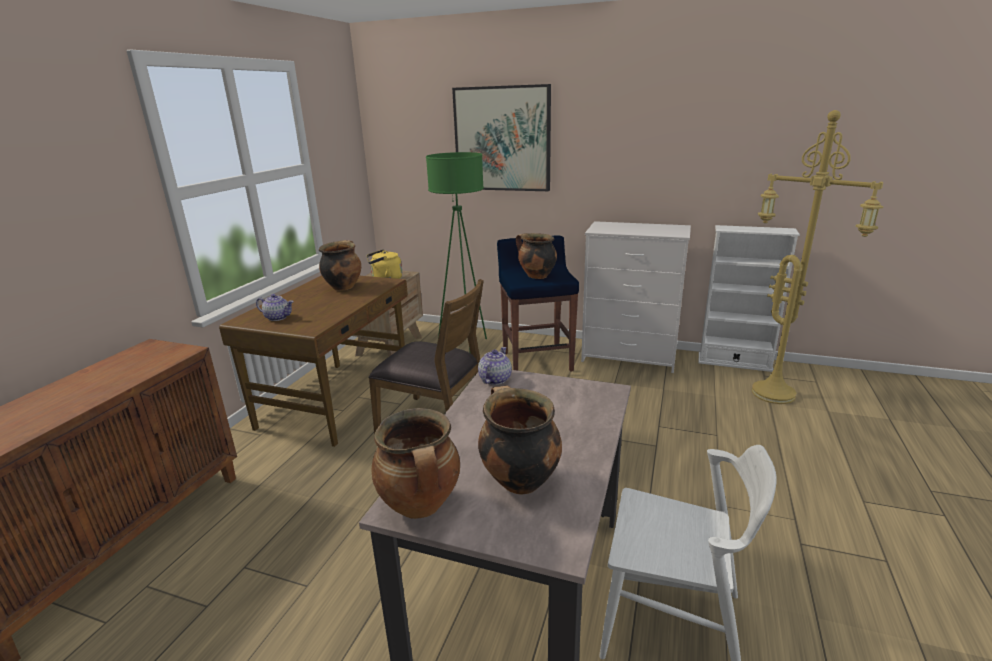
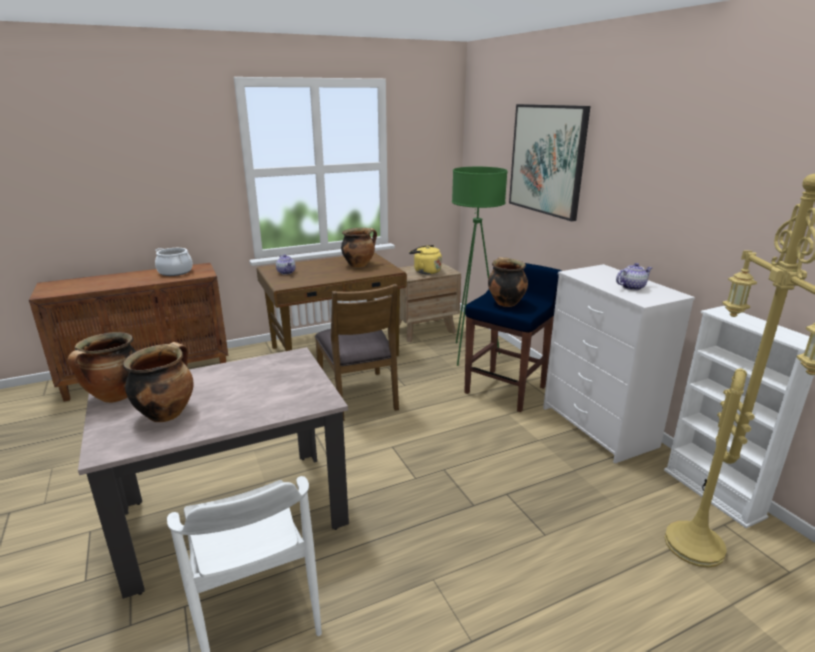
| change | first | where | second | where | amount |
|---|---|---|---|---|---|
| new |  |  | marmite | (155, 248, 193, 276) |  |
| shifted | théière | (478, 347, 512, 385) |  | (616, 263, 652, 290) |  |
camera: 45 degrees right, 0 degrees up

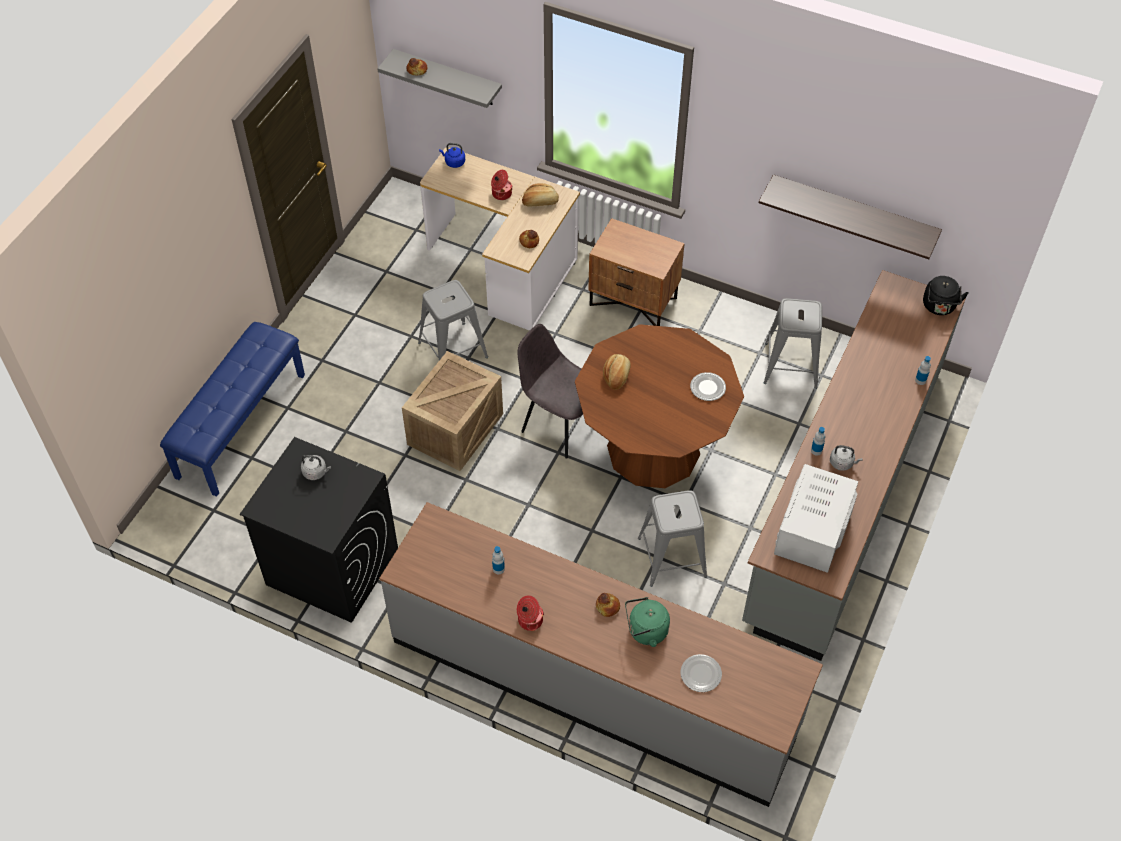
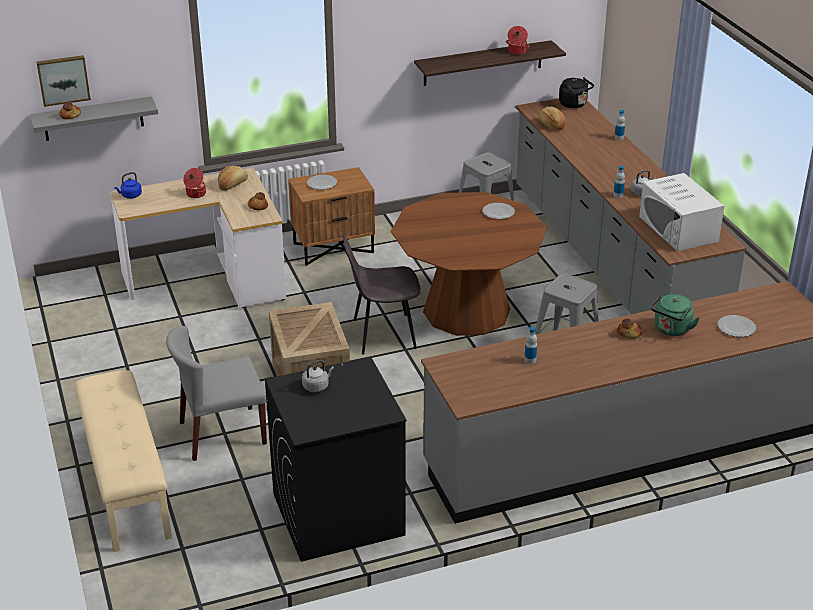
| change | first | where | second | where | amount |
|---|---|---|---|---|---|
| gone | tabouret [gris] | (418, 280, 488, 360) |  |  |  |
| new |  |  | tableau | (36, 55, 91, 107) |  |
| new |  |  | chaise [gris] | (166, 326, 267, 461) |  |
| new |  |  | assiette | (307, 175, 337, 190) |  |
| shifted | marmite | (517, 595, 544, 631) |  | (506, 26, 529, 55) |  |
| shifted | pain | (603, 354, 631, 390) |  | (539, 107, 566, 130) |  |
| repainted | banc [bleu] | (160, 322, 305, 497) | banc [beige] | (74, 370, 172, 552) |  |
camera: 45 degrees left, 20 degrees down

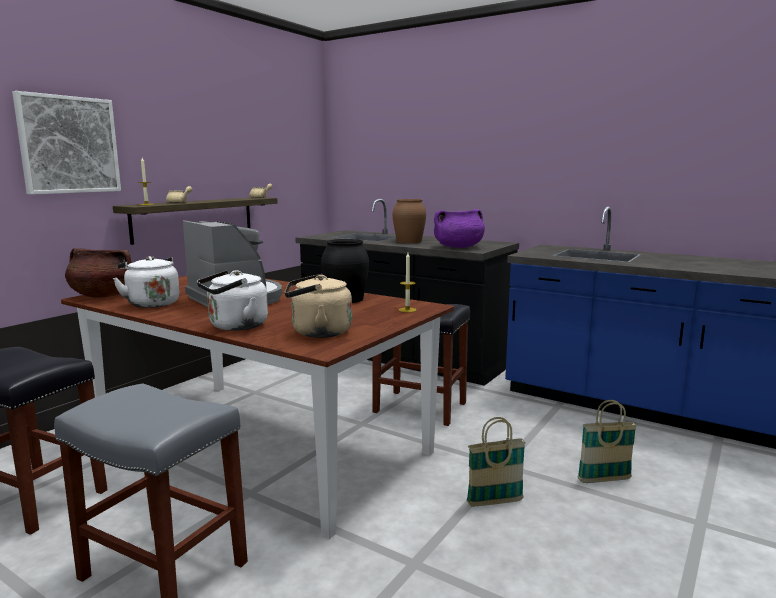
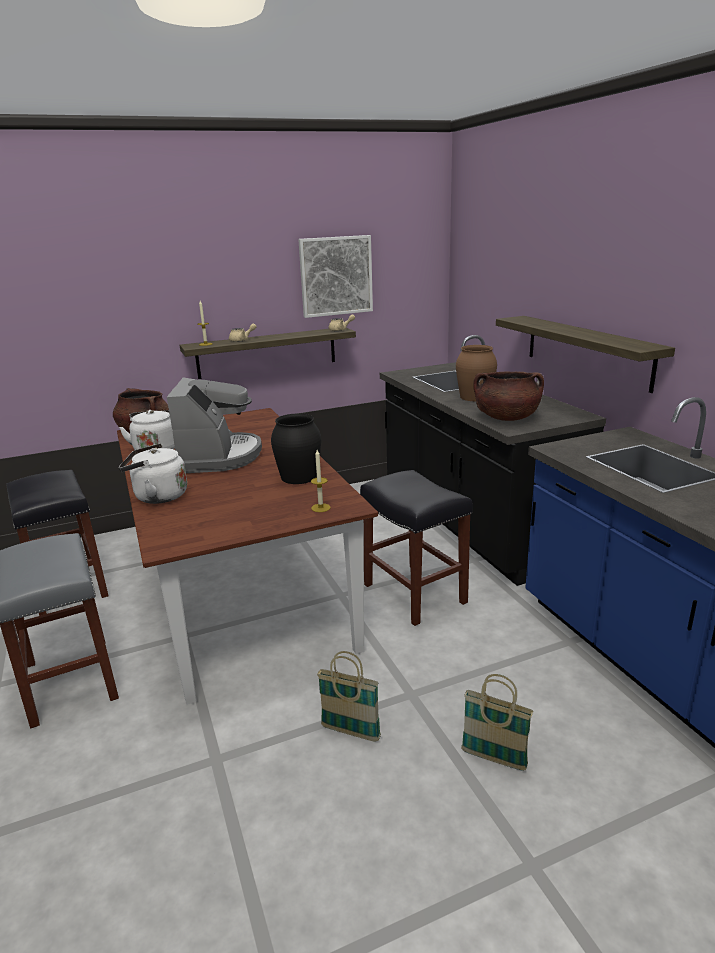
| change | first | where | second | where | amount |
|---|---|---|---|---|---|
| gone | bouilloire [beige] | (285, 274, 352, 338) |  |  |  |
| new |  |  | étagère | (496, 316, 675, 393) |  |
| shifted | tableau | (12, 91, 121, 195) |  | (298, 235, 373, 318) |  |
| repainted | marmite [violet] | (434, 209, 485, 248) | marmite [marron] | (473, 371, 544, 421) |  |
camera: 35 degrees right, 10 degrees up

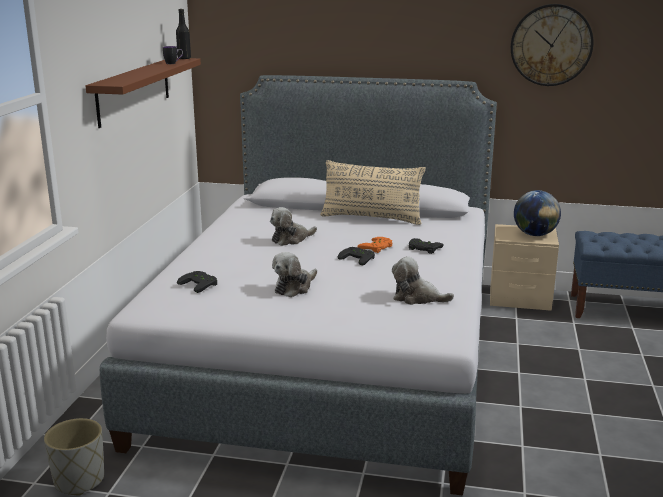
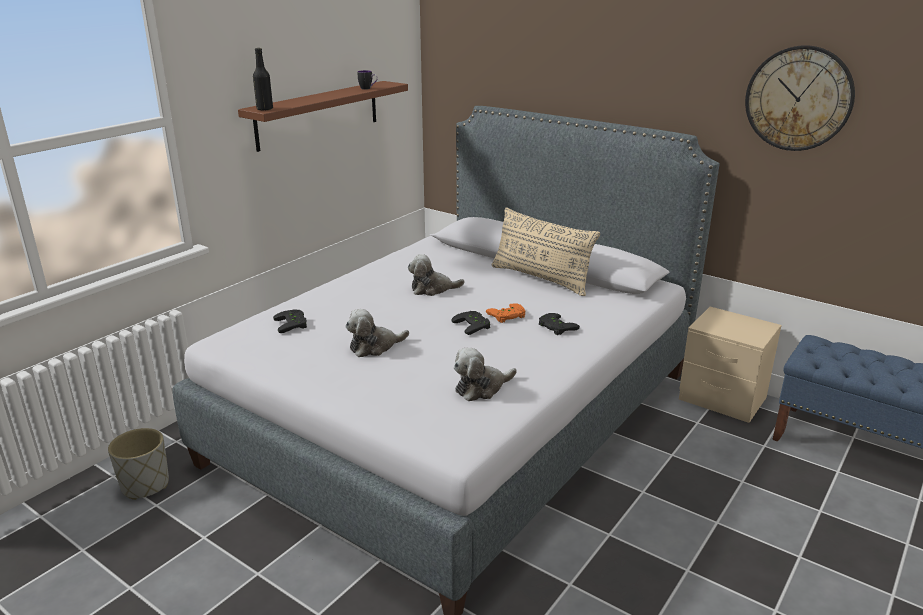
| change | first | where | second | where | amount |
|---|---|---|---|---|---|
| gone | globe | (514, 190, 561, 236) |  |  |  |
| shifted | bouteille [noir] | (176, 9, 191, 59) |  | (253, 48, 273, 111) |  |
| rotated | peluche | (392, 256, 454, 305) |  | (453, 348, 517, 401) | 75 degrees counterclockwise |
camera: 25 degrees right, 5 degrees up

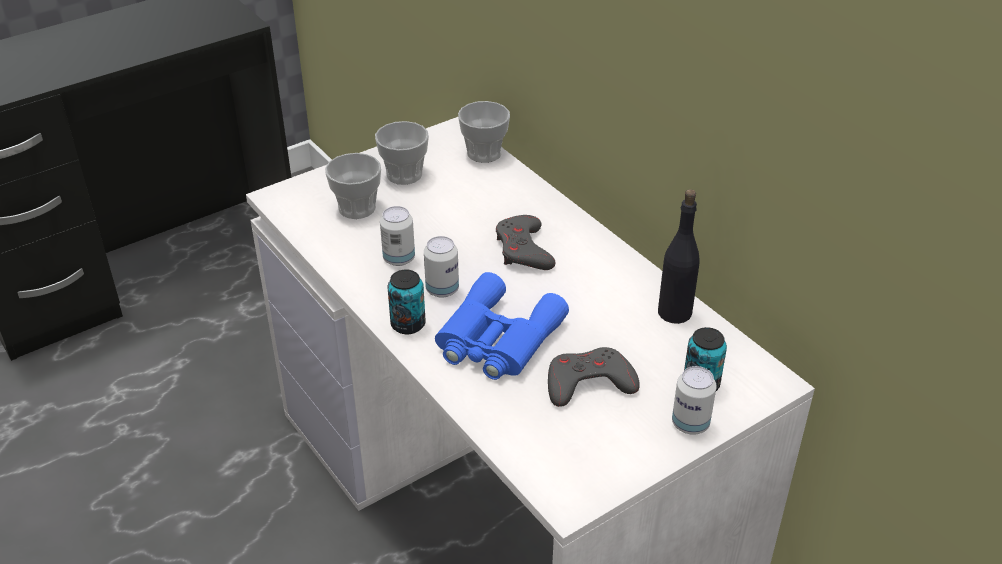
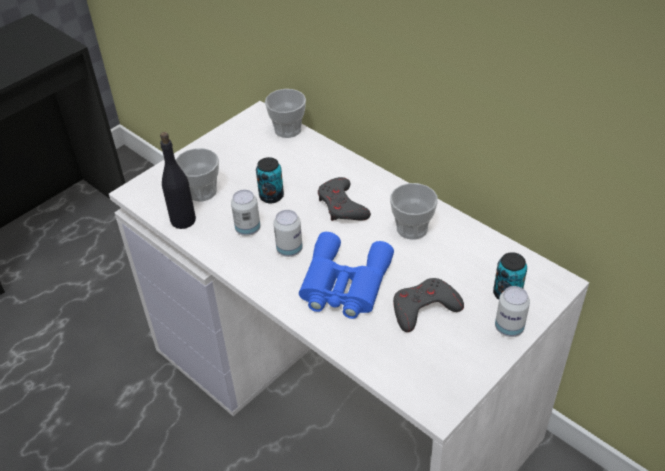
| change | first | where | second | where | amount |
|---|---|---|---|---|---|
| shifted | tasse | (375, 121, 429, 185) |  | (390, 183, 438, 240) |  |
| shifted | boîte métallique | (387, 270, 426, 334) |  | (256, 157, 284, 204) |  |
| shifted | bouteille [noir] | (658, 189, 699, 324) |  | (160, 132, 196, 229) |  |
camera: 10 degrees left, 5 degrees up

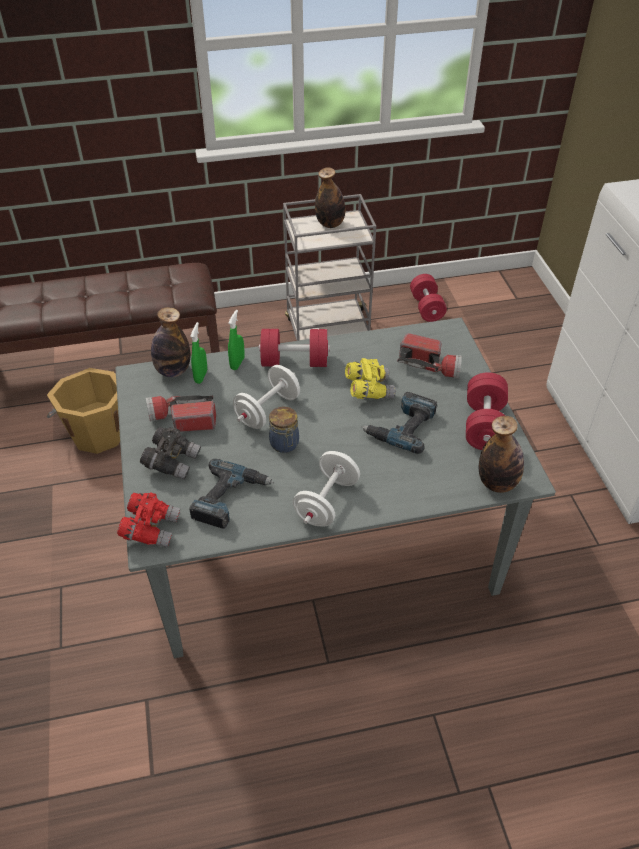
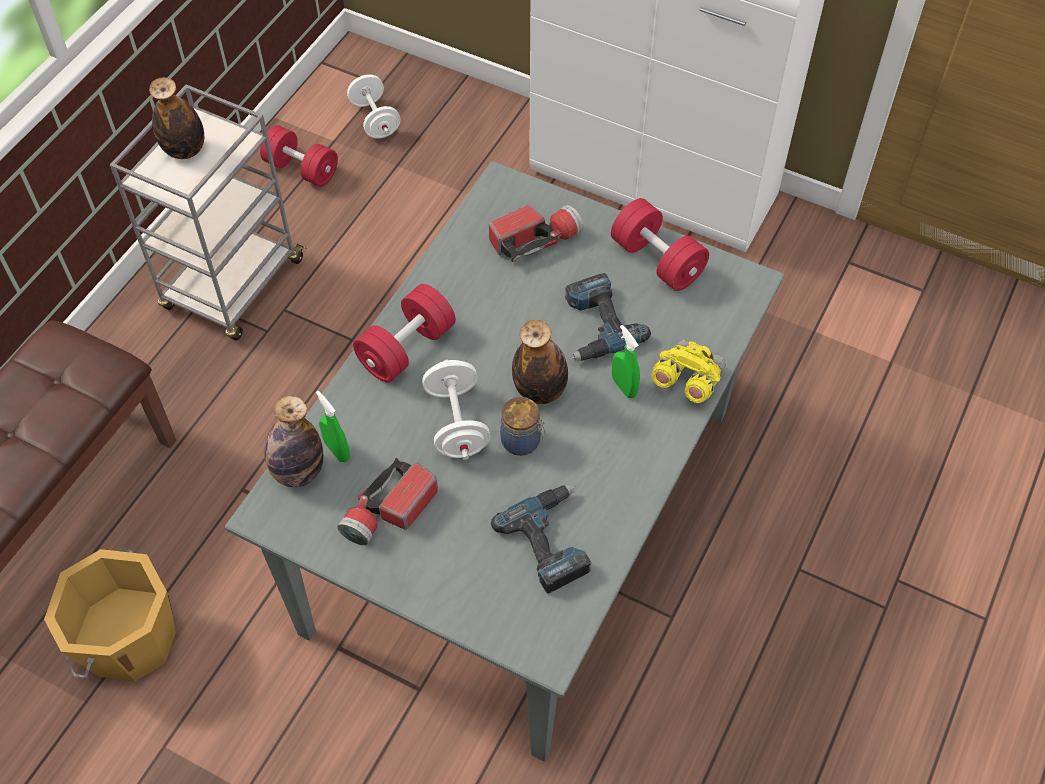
| change | first | where | second | where | amount |
|---|---|---|---|---|---|
| gone | jumelles [rouge] | (117, 492, 180, 548) |  |  |  |
| gone | jumelles [gris] | (140, 427, 201, 480) |  |  |  |
| shifted | vaporisateur [vert] | (228, 310, 245, 370) |  | (612, 325, 640, 398) |  |
| shifted | haltère [blanc] | (293, 451, 360, 527) |  | (347, 74, 401, 139) |  |
| shifted | jumelles [jaune] | (345, 358, 396, 399) |  | (652, 340, 726, 403) |  |
| shifted | bouteille | (479, 416, 524, 493) |  | (512, 319, 568, 404) |  |
camera: 50 degrees left, 10 degrees up

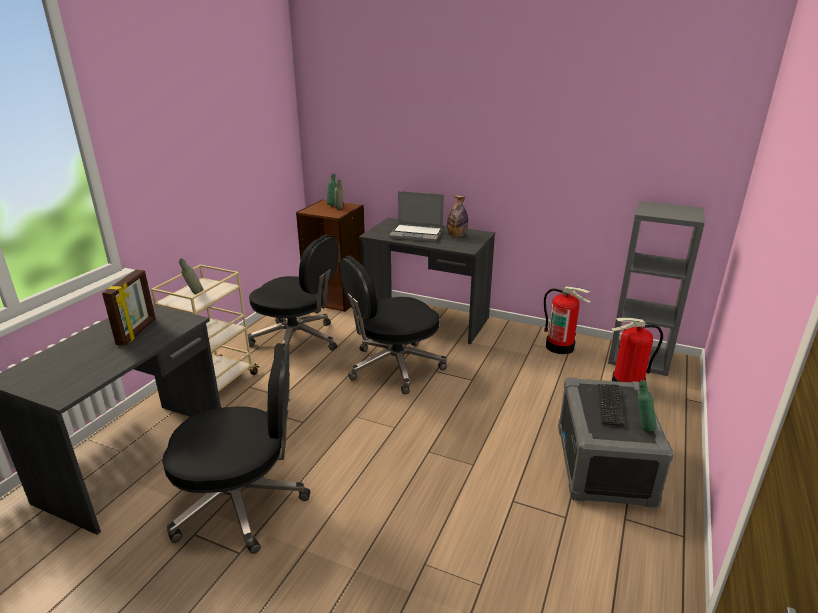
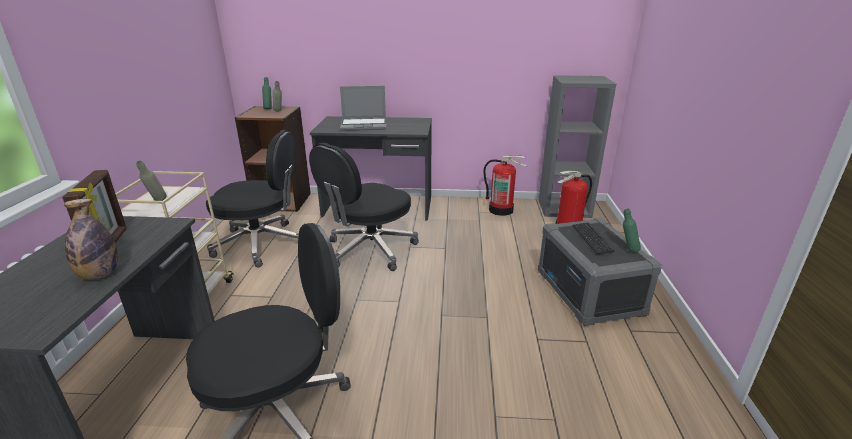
| change | first | where | second | where | amount |
|---|---|---|---|---|---|
| shifted | bouteille | (447, 195, 468, 237) |  | (64, 199, 118, 280) |  |
camera: 20 degrees left, 0 degrees up

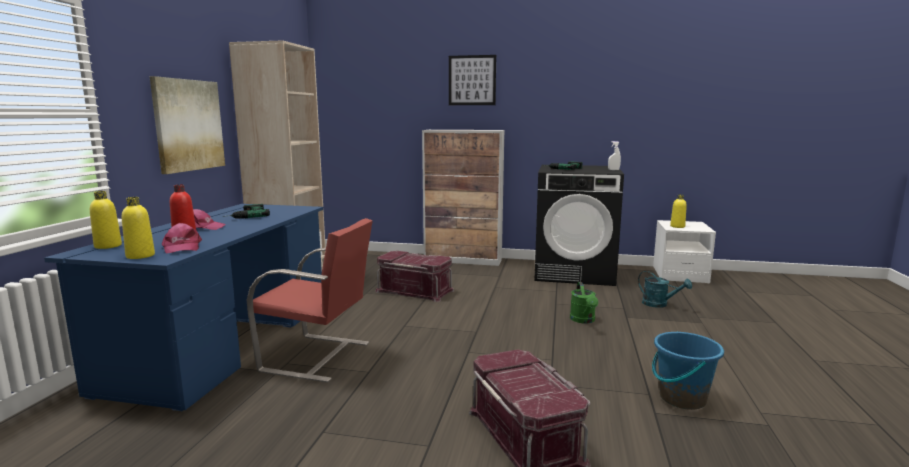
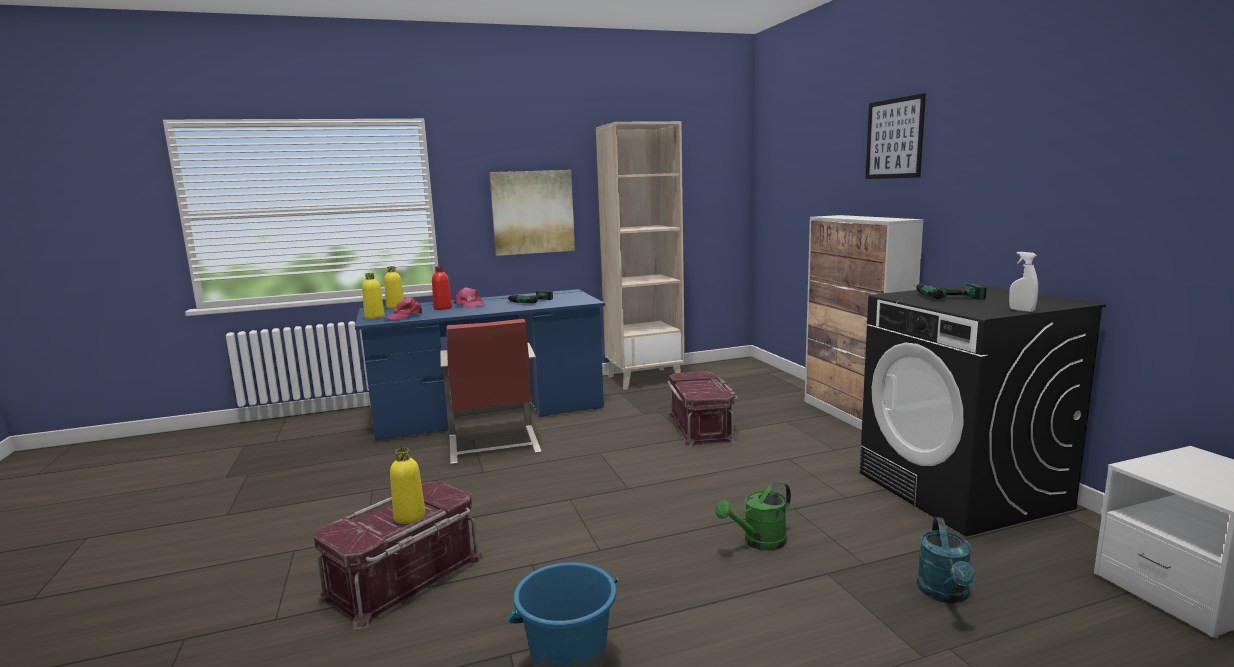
| change | first | where | second | where | amount |
|---|---|---|---|---|---|
| shifted | bouteille [jaune] | (670, 194, 687, 228) |  | (390, 448, 426, 524) |  |
camera: 60 degrees right, 0 degrees up

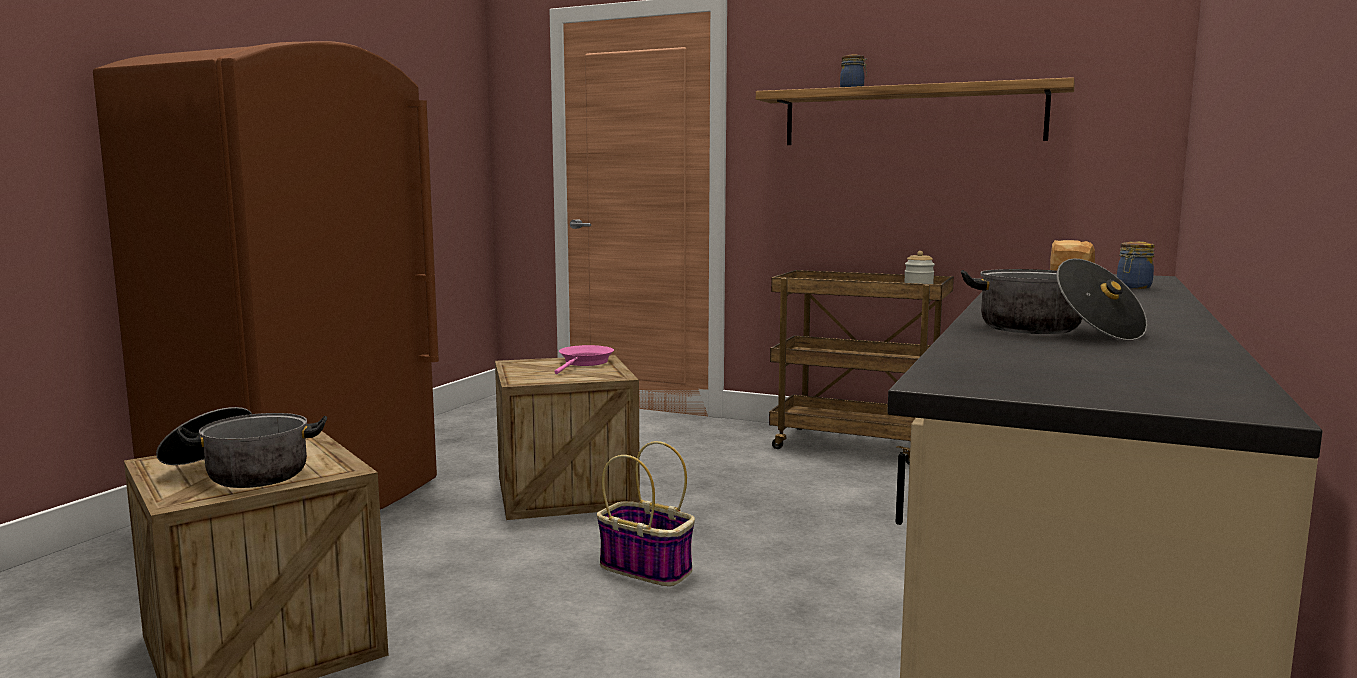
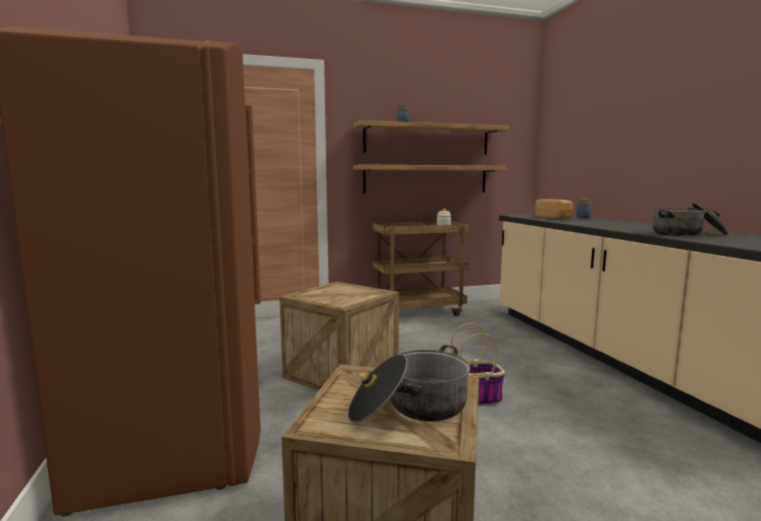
| change | first | where | second | where | amount |
|---|---|---|---|---|---|
| gone | poêle [rose] | (554, 345, 614, 374) |  |  |  |
| new |  |  | étagère | (353, 164, 506, 193) |  |
camera: 40 degrees left, 0 degrees up

